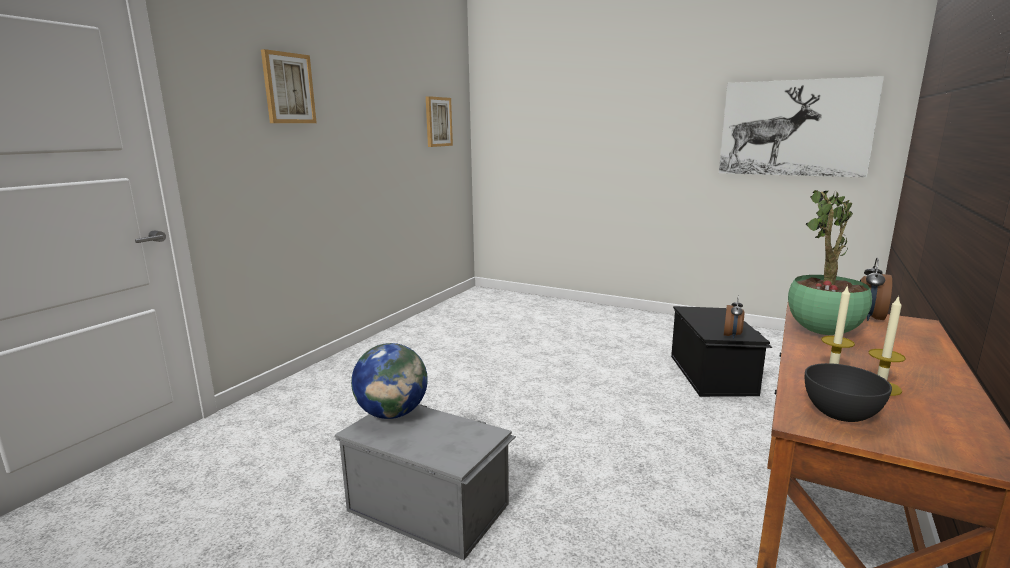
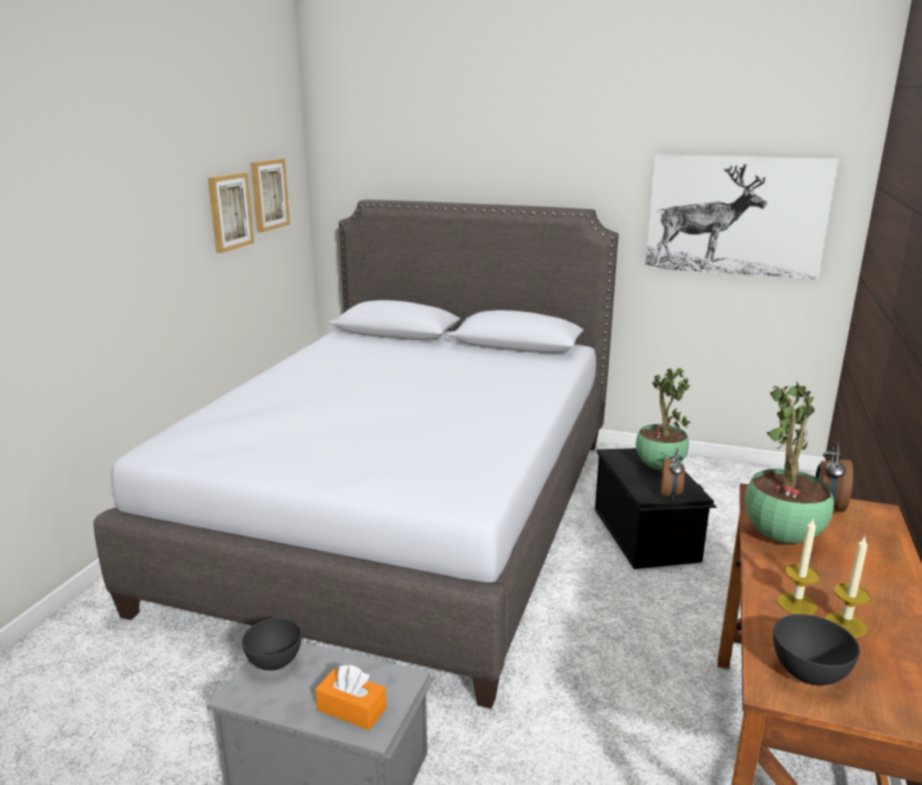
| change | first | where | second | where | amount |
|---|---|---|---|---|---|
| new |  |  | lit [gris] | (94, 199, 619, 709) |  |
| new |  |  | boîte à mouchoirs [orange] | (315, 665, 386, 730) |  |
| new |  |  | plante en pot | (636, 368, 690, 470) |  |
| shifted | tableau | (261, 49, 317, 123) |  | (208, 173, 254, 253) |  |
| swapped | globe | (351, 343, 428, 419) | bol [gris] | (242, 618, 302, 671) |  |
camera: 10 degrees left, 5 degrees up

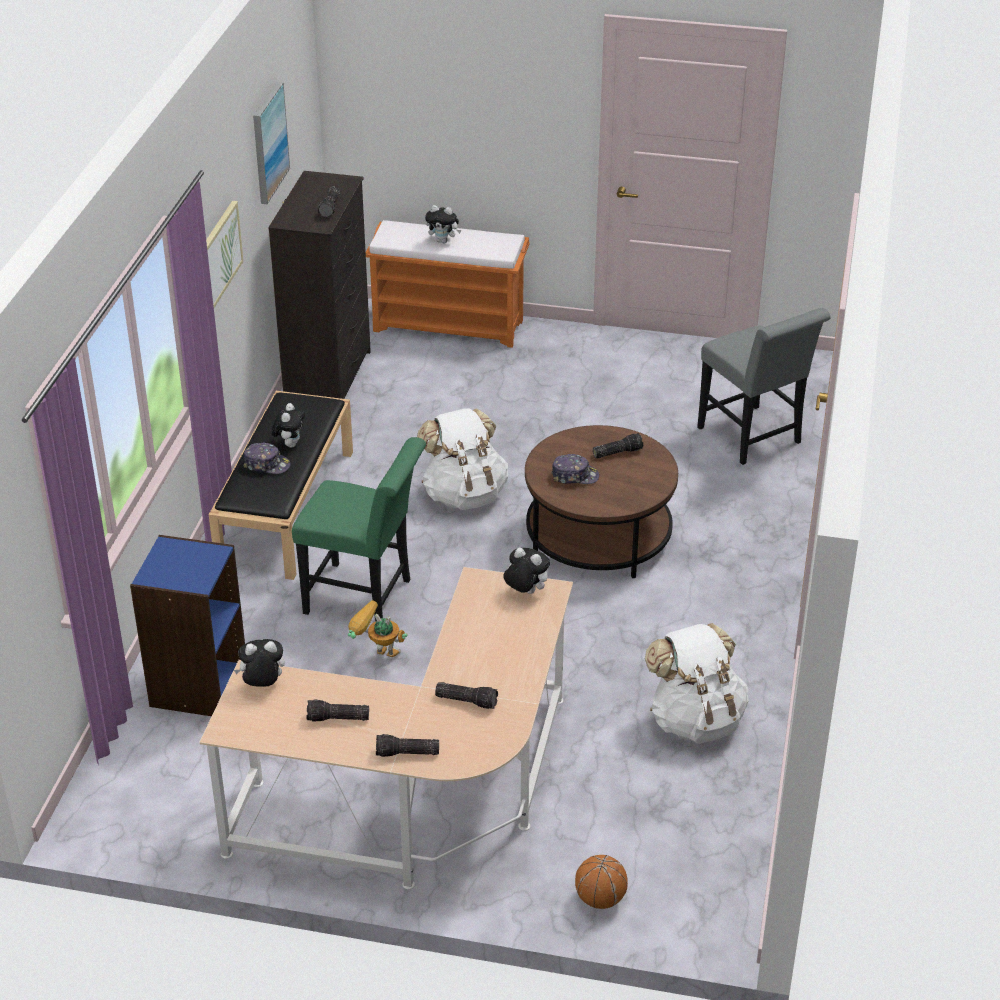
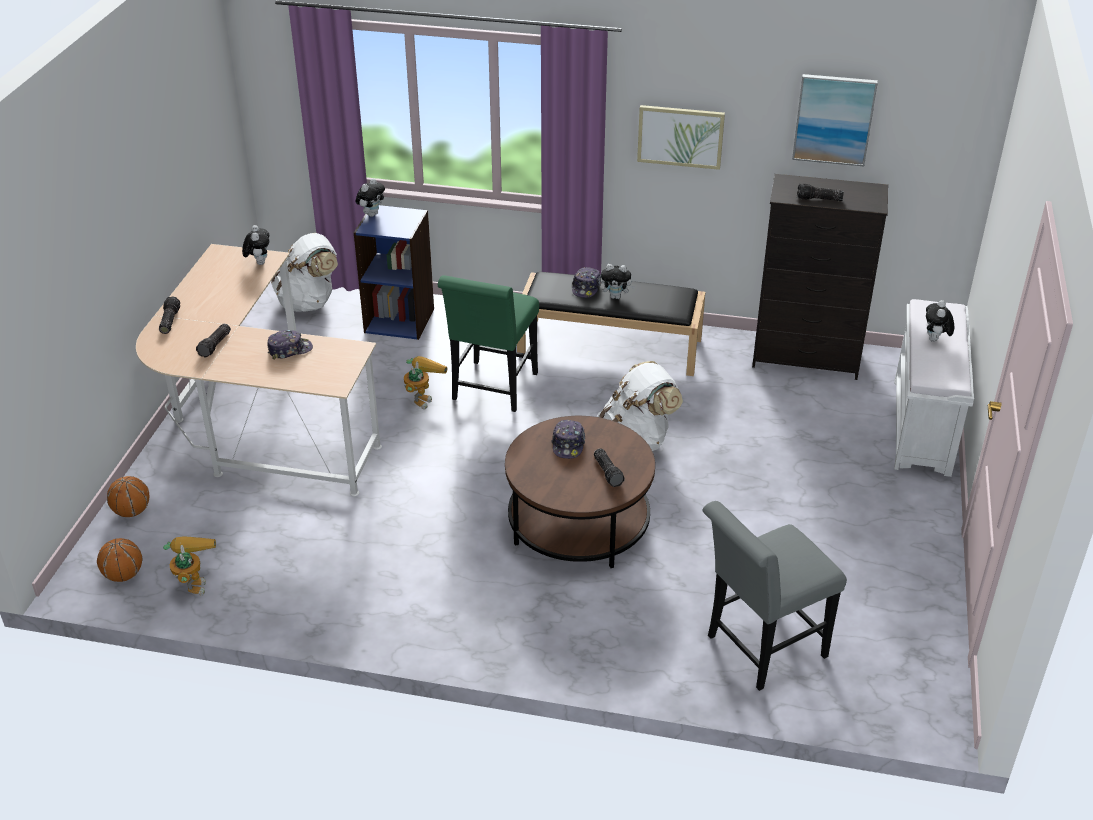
| change | first | where | second | where | amount |
|---|---|---|---|---|---|
| gone | lampe de poche | (307, 699, 369, 722) |  |  |  |
| new |  |  | ballon de basket | (97, 538, 142, 582) |  |
| new |  |  | robot jouet | (163, 537, 216, 596) |  |
| new |  |  | casquette | (267, 330, 313, 360) |  |
| shifted | peluche | (503, 548, 550, 594) |  | (356, 178, 385, 217) |  |
| shifted | sac à dos [blanc] | (645, 623, 749, 743) |  | (271, 233, 338, 312) |  |
| repainted | banc [orange] | (366, 220, 529, 348) | banc [blanc] | (894, 299, 974, 477) |  |
camera: 90 degrees right, 0 degrees up

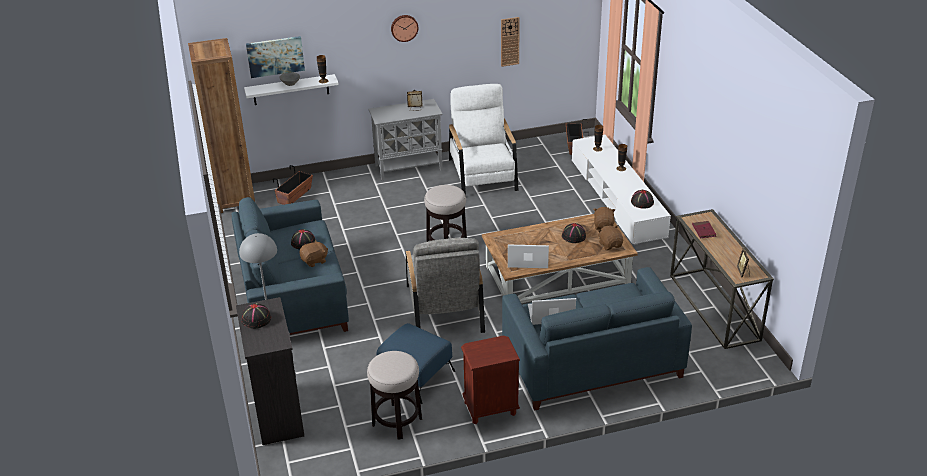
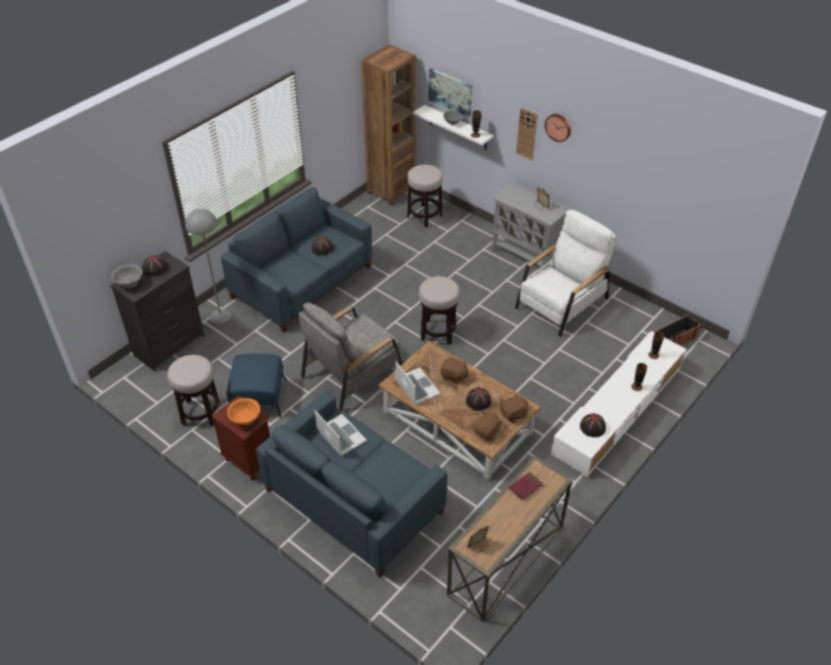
| change | first | where | second | where | amount |
|---|---|---|---|---|---|
| new |  |  | bol [gris] | (112, 264, 142, 288) |  |
| new |  |  | bol [orange] | (227, 398, 260, 425) |  |
| shifted | peluche [marron] | (299, 240, 328, 267) |  | (440, 358, 469, 384) |  |
| shifted | horloge murale | (501, 17, 520, 67) |  | (516, 107, 538, 160) |  |
| swapped | cache-pot | (273, 165, 313, 205) | tabouret | (407, 165, 443, 227) |  |
camera: 55 degrees right, 10 degrees up

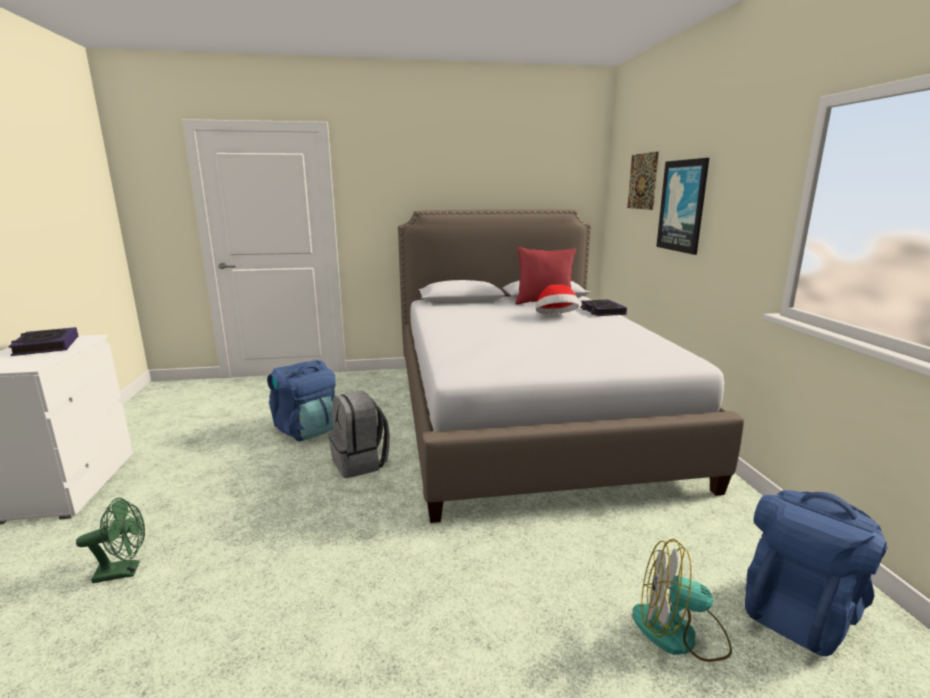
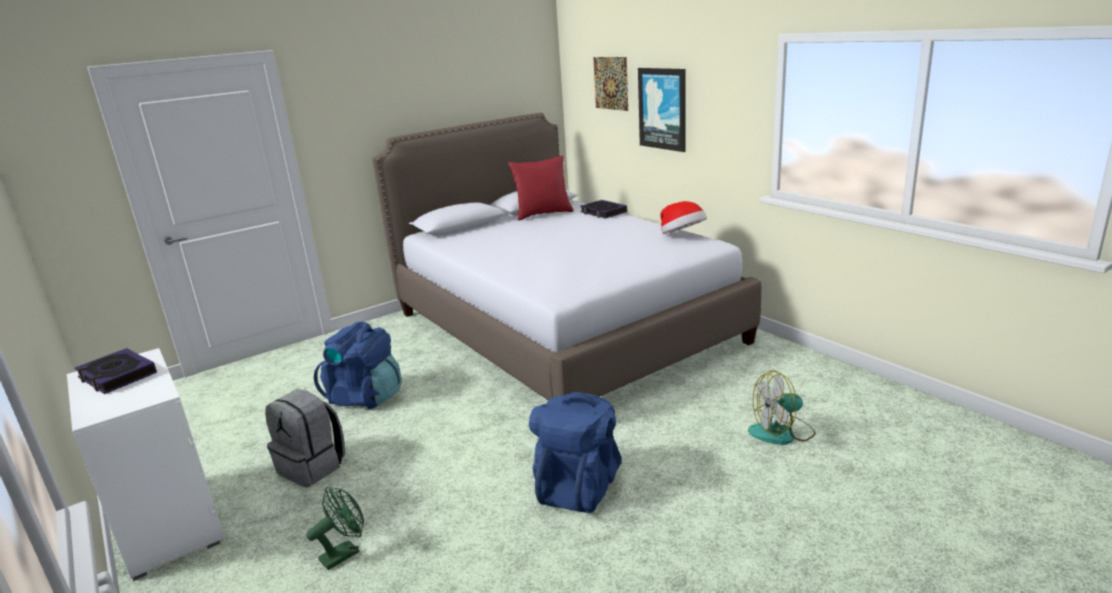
| change | first | where | second | where | amount |
|---|---|---|---|---|---|
| shifted | sac à dos [gris] | (328, 391, 390, 478) |  | (265, 389, 345, 487) |  |
| shifted | chapeau | (536, 285, 579, 314) |  | (660, 201, 707, 234) |  |
| shifted | sac à dos [bleu] | (745, 490, 888, 656) |  | (529, 392, 622, 513) |  |
camera: 25 degrees left, 5 degrees up

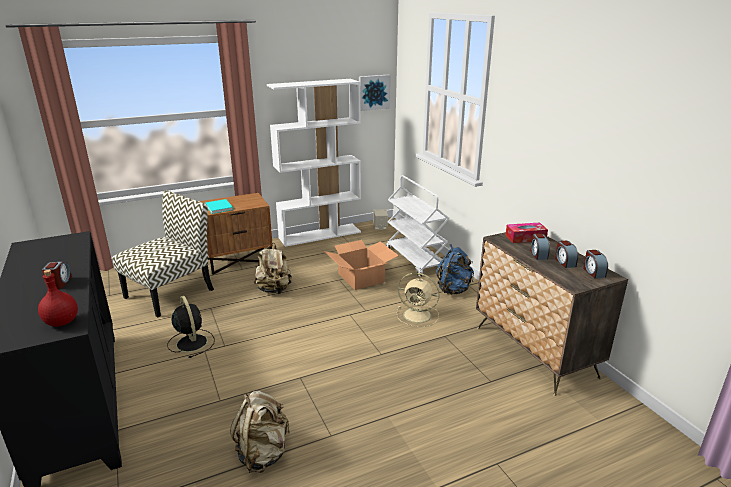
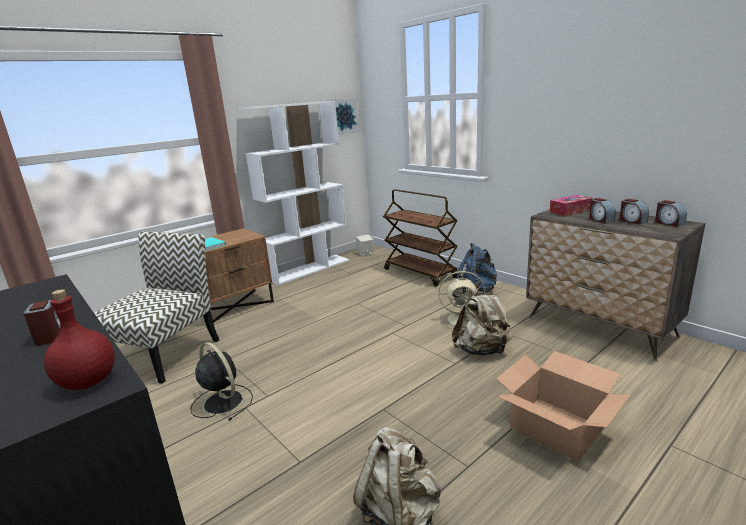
| change | first | where | second | where | amount |
|---|---|---|---|---|---|
| shifted | sac à dos [beige] | (254, 243, 292, 294) |  | (452, 287, 513, 355) |  |
| shifted | carton | (325, 240, 399, 290) |  | (496, 351, 631, 462) |  |
| repainted | chariot [blanc] | (386, 175, 449, 277) | chariot [marron] | (383, 189, 458, 287) |  |
camera: 15 degrees left, 5 degrees down

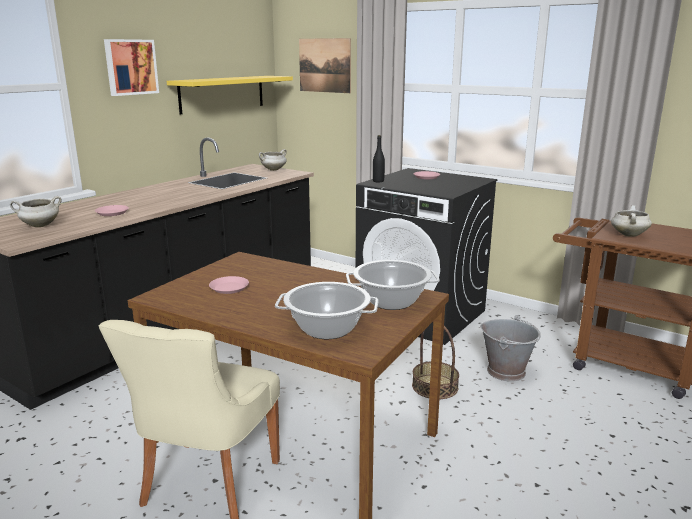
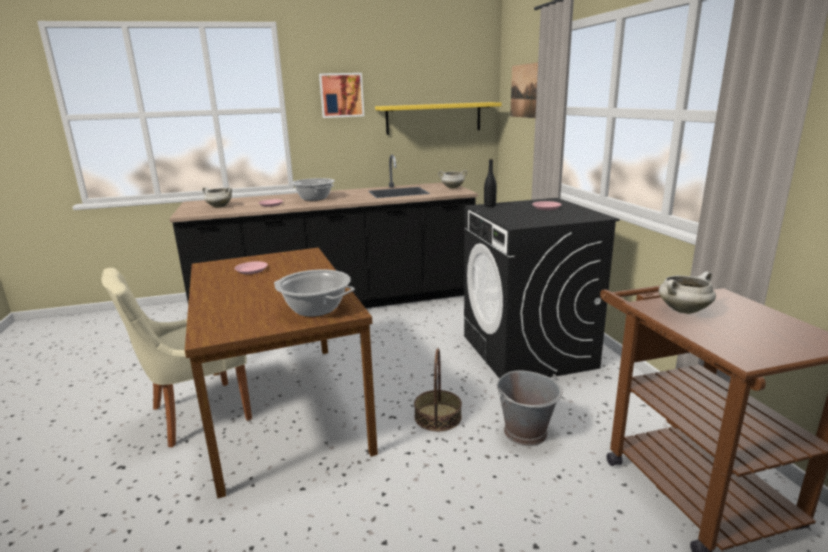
| change | first | where | second | where | amount |
|---|---|---|---|---|---|
| shifted | marmite | (275, 282, 379, 339) |  | (291, 178, 335, 201) |  |
camera: 40 degrees right, 0 degrees up

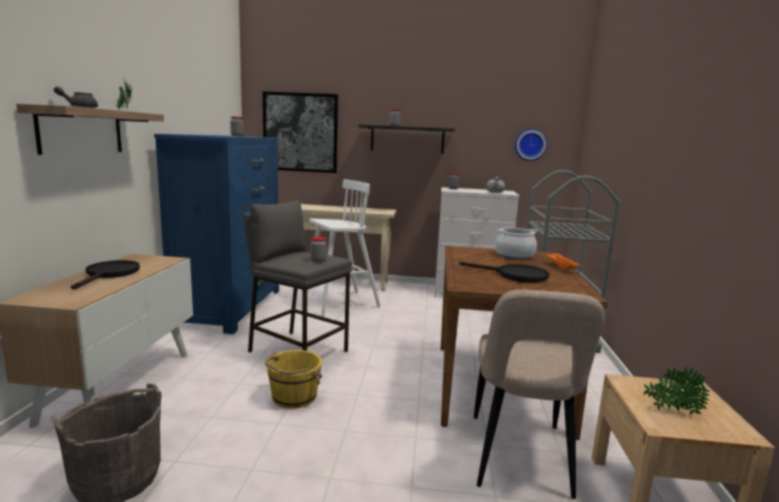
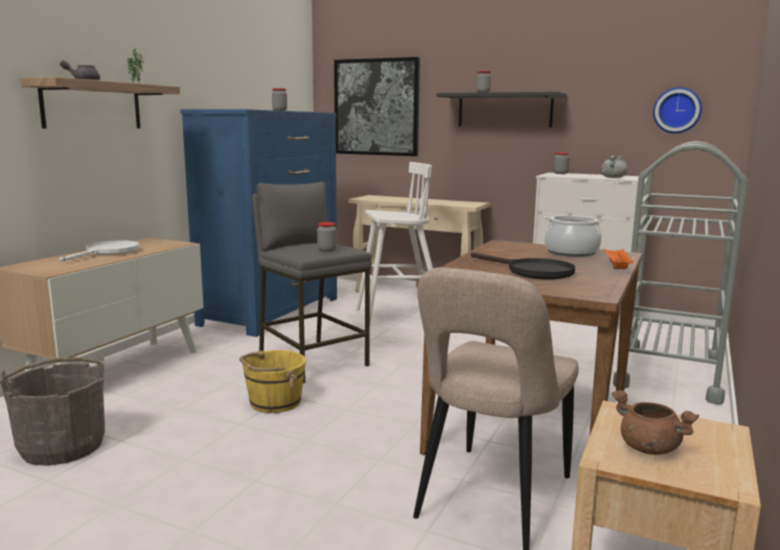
| change | first | where | second | where | amount |
|---|---|---|---|---|---|
| swapped | plante en pot | (643, 367, 710, 415) | marmite [marron] | (612, 390, 699, 455) |  |
| repainted | poêle [noir] | (71, 260, 140, 289) | poêle [blanc] | (59, 240, 140, 262) |  |
camera: 20 degrees right, 0 degrees up

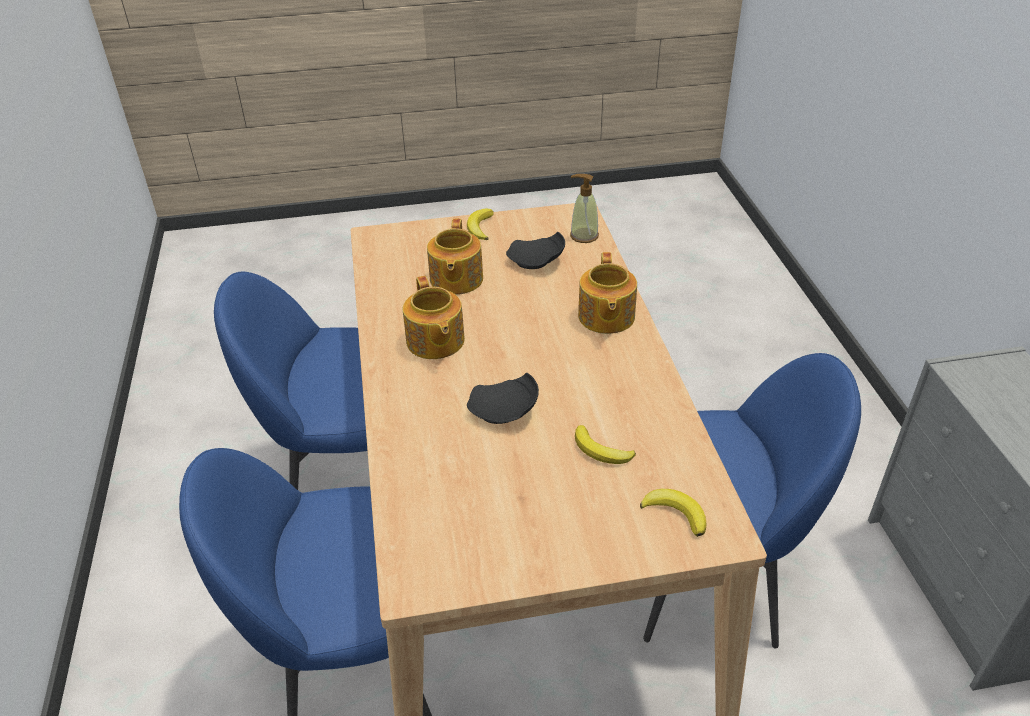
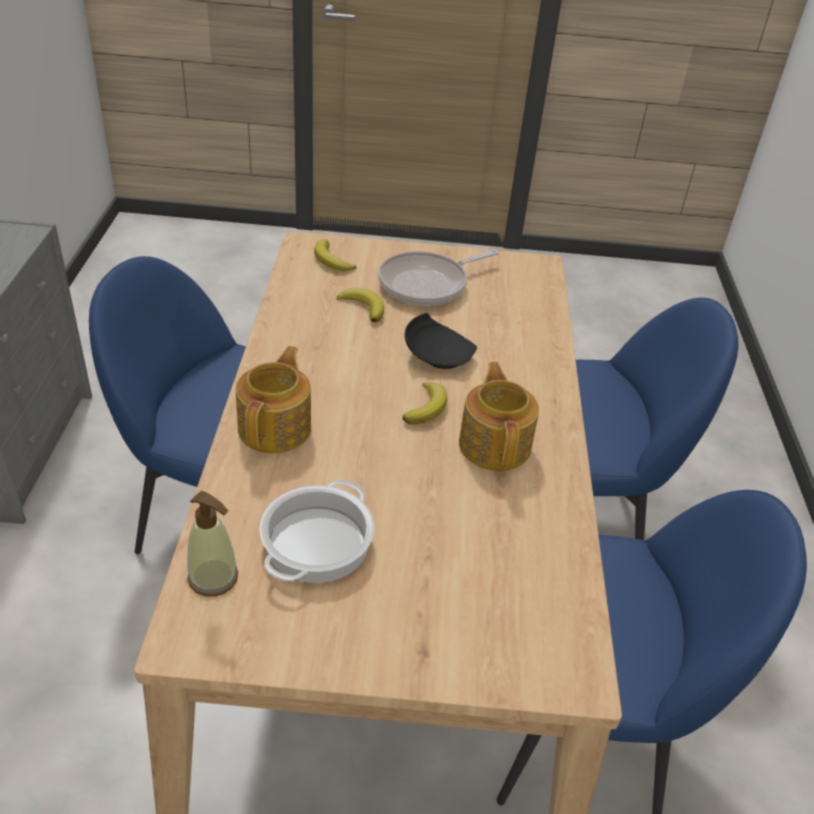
| change | first | where | second | where | amount |
|---|---|---|---|---|---|
| gone | théière | (427, 219, 483, 295) |  |  |  |
| new |  |  | poêle | (378, 250, 499, 305) |  |
| shifted | banane | (467, 208, 494, 240) |  | (403, 382, 447, 425) |  |
| swapped | assiette [noir] | (506, 232, 565, 269) | marmite | (259, 480, 375, 583) |  |
camera: 170 degrees left, 0 degrees up

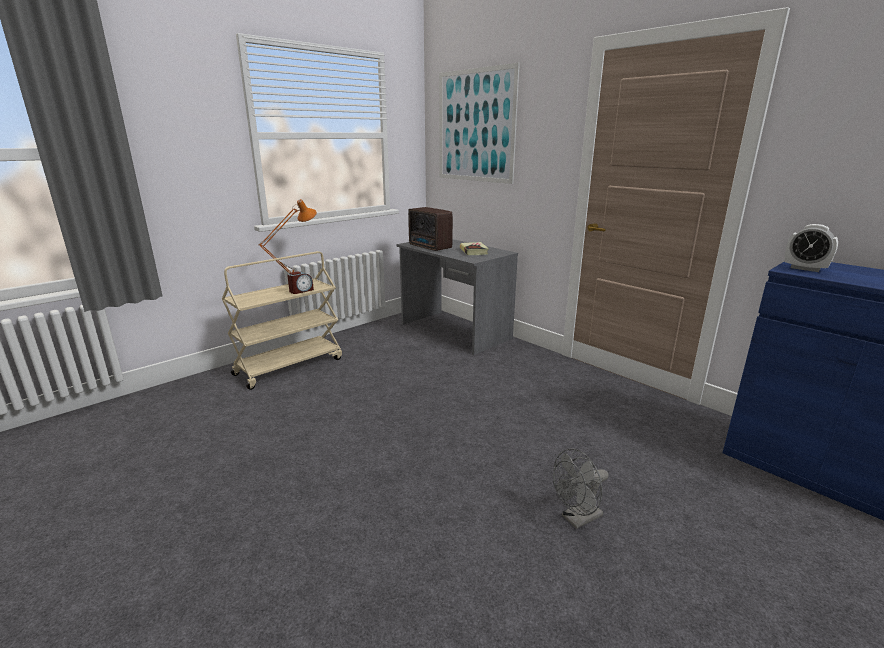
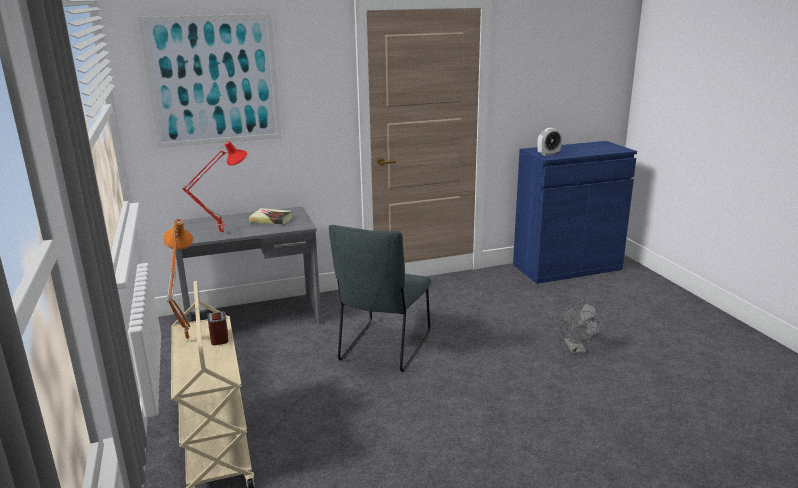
| change | first | where | second | where | amount |
|---|---|---|---|---|---|
| new |  |  | chaise [gris] | (329, 225, 431, 372) |  |
| swapped | radio | (408, 207, 453, 251) | lampe de table [rouge] | (182, 141, 247, 234) |  |
camera: 65 degrees left, 0 degrees up

